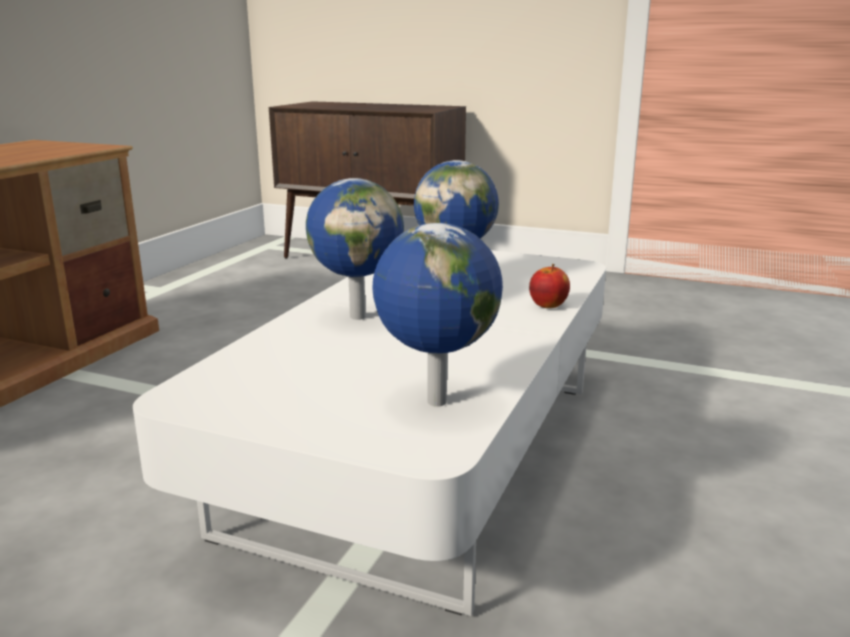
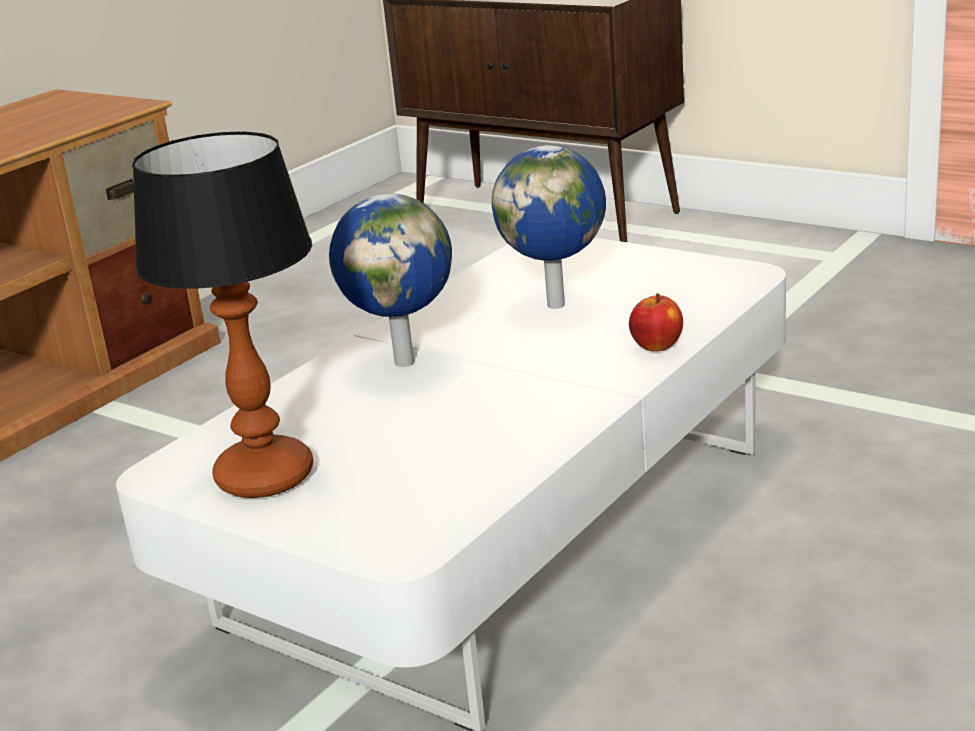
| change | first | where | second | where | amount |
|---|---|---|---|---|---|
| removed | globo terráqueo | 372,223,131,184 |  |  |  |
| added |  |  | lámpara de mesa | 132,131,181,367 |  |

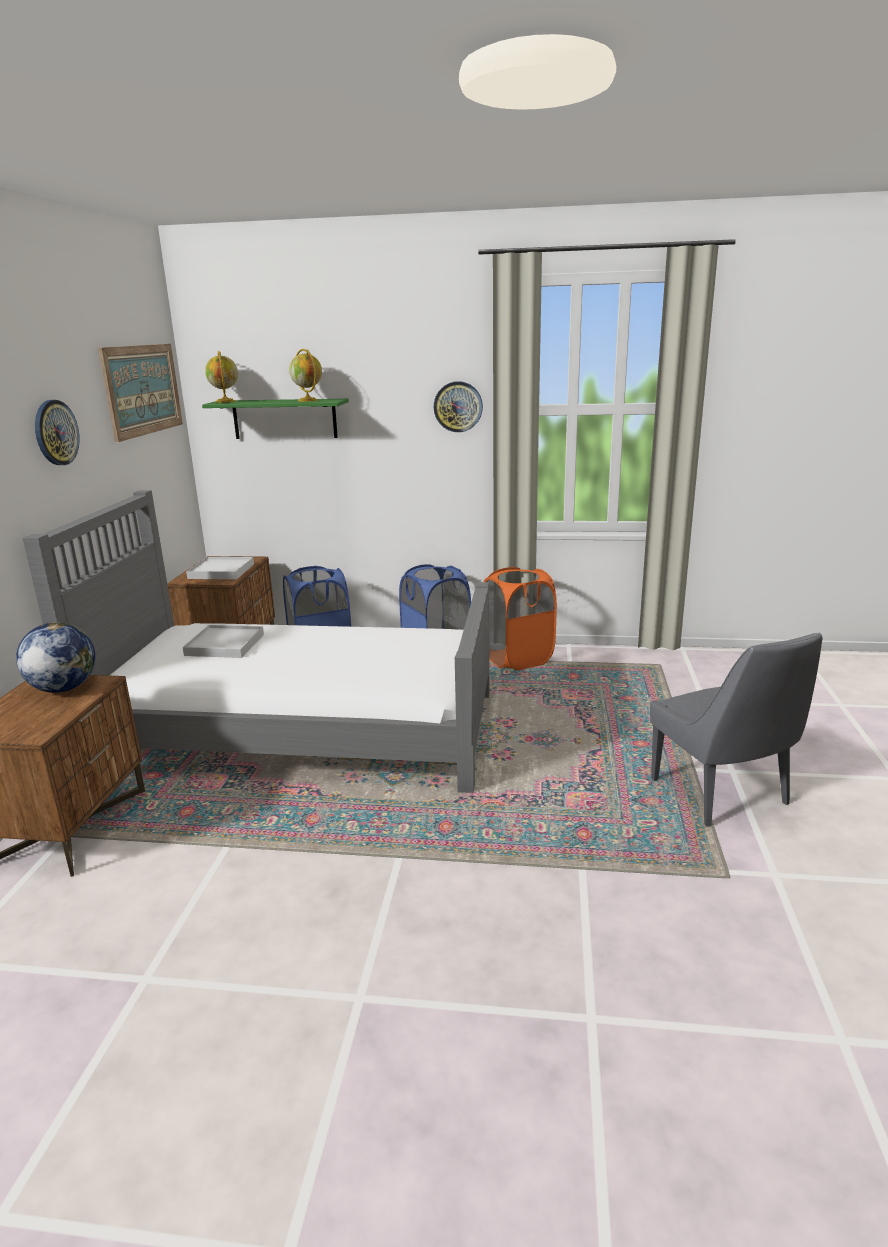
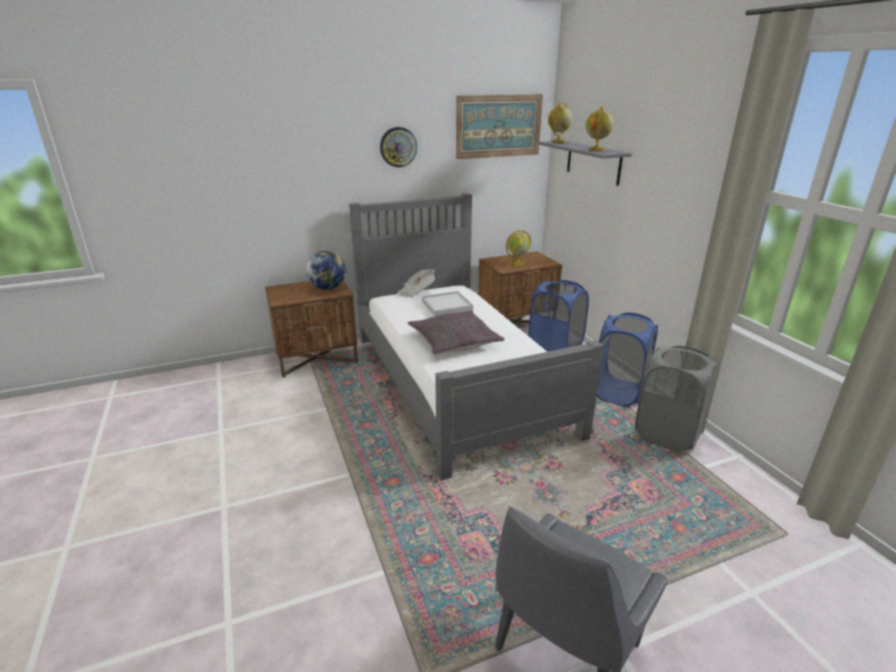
| change | first | where | second | where | amount |
|---|---|---|---|---|---|
| replaced | bandeja (blanco) | 186,557,68,22 | globo terráqueo | 506,230,25,35 |  |
| recoloured | estante (verde) | 202,399,147,40 | estante (gris) | 539,141,93,45 |  |
| removed | reloj de pared | 434,381,49,51 |  |  |  |
| recoloured | cesto de la ropa (naranja) | 484,567,73,103 | cesto de la ropa (gris) | 635,346,84,106 |  |
| added |  |  | periódico | 397,269,38,29 |  |
| added |  |  | cojín (gris) | 408,311,97,44 |  |

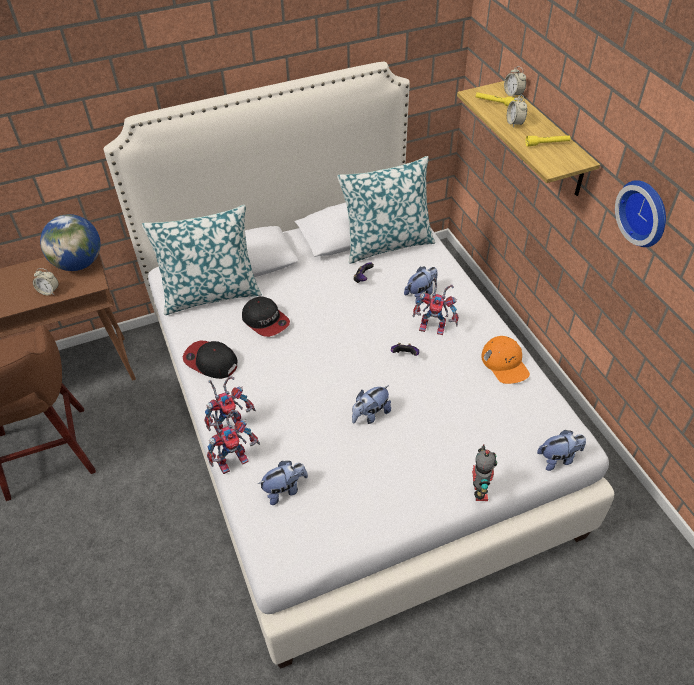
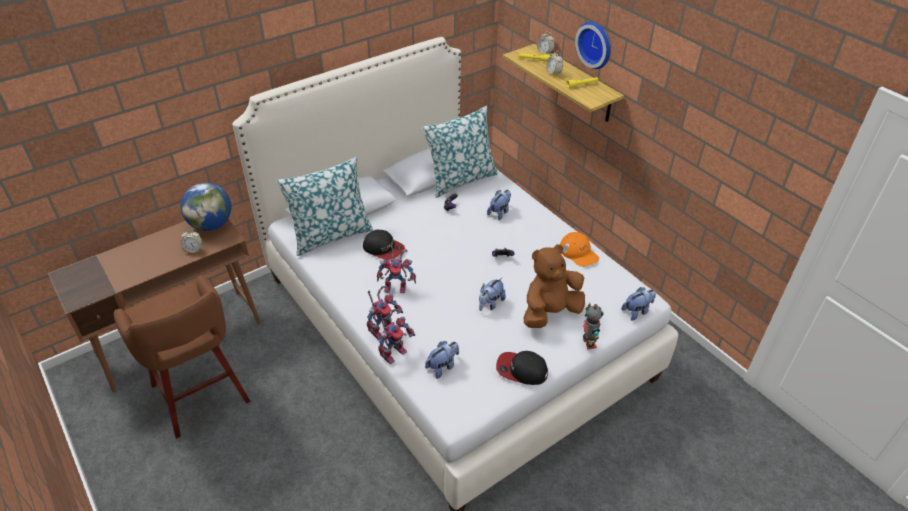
| change | first | where | second | where | amount |
|---|---|---|---|---|---|
| moved | gorra | 183,340,55,39 |  | 496,351,52,34 |  |
| moved | robot de juguete | 412,277,47,58 |  | 377,245,39,48 |  |
| moved | reloj de pared | 615,180,51,67 |  | 575,22,36,47 |  |
| added |  |  | peluche (marrón) | 524,244,61,84 |  |

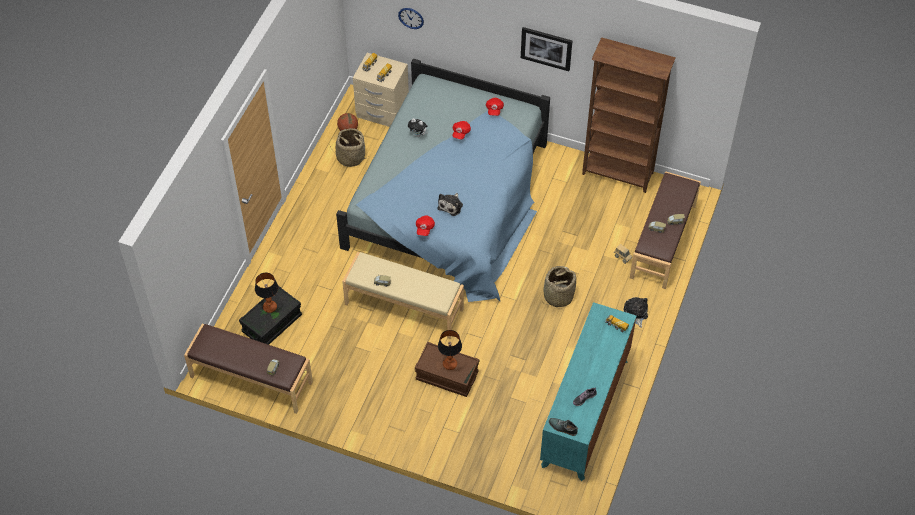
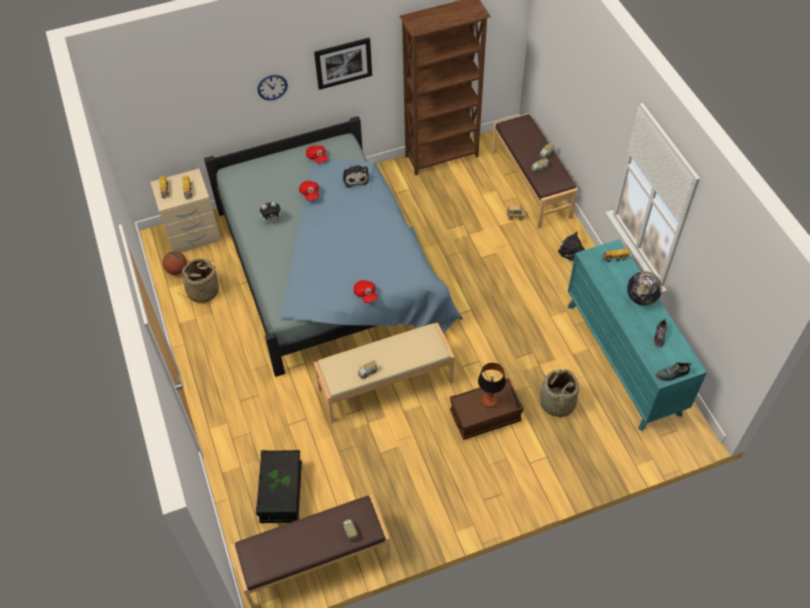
| change | first | where | second | where | amount |
|---|---|---|---|---|---|
| removed | lámpara de mesa | 255,273,23,40 |  |  |  |
| moved | reloj de pared | 398,8,26,21 |  | 258,75,30,26 |  |
| moved | peluche | 437,193,26,23 |  | 343,165,26,23 |  |
| moved | cesta | 542,266,34,41 |  | 540,369,39,51 |  |
| added |  |  | globo terráqueo | 627,271,35,34 |  |

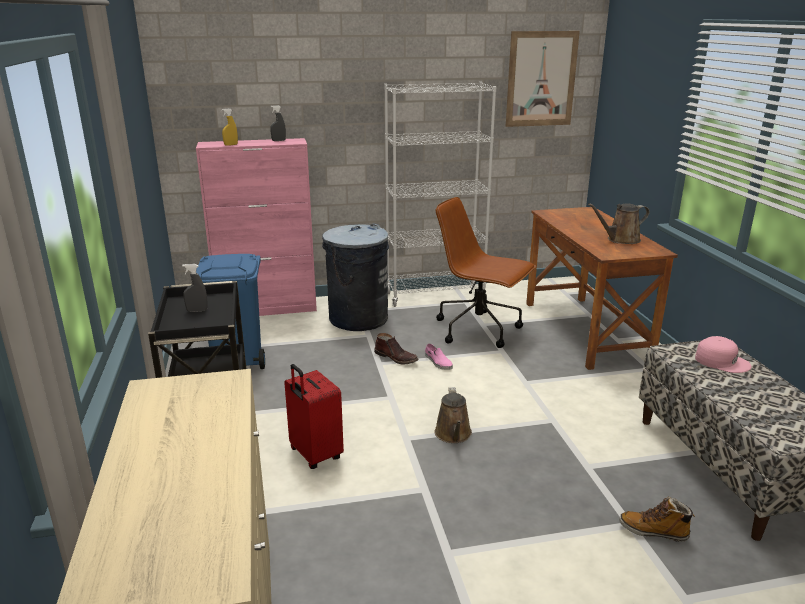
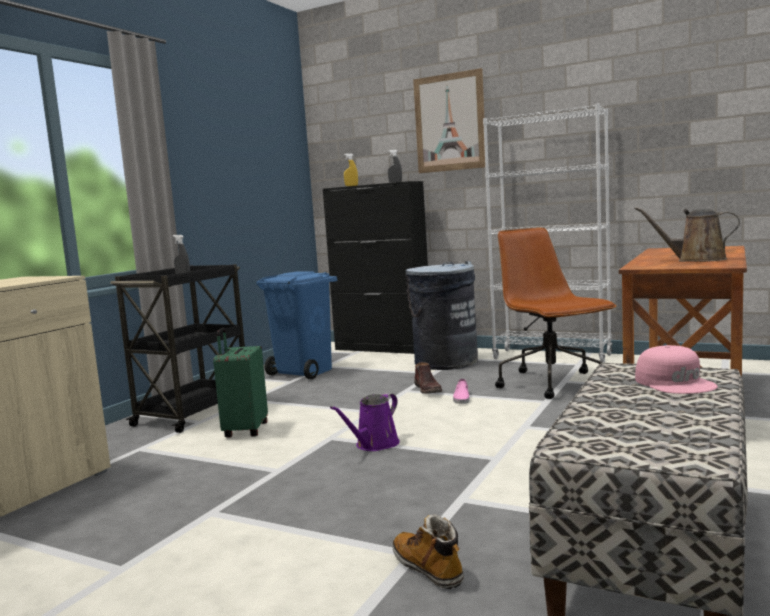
| change | first | where | second | where | amount |
|---|---|---|---|---|---|
| recoloured | armario (rosa) | 196,138,121,178 | armario (negro) | 323,181,105,173 |  |
| recoloured | maleta (rojo) | 284,364,60,105 | maleta (verde) | 213,328,55,110 |  |
| recoloured | regadera (marrón) | 435,387,37,56 | regadera (morado) | 330,393,70,58 |  |
| moved | cuadro | 506,31,74,96 |  | 413,68,72,105 |  |

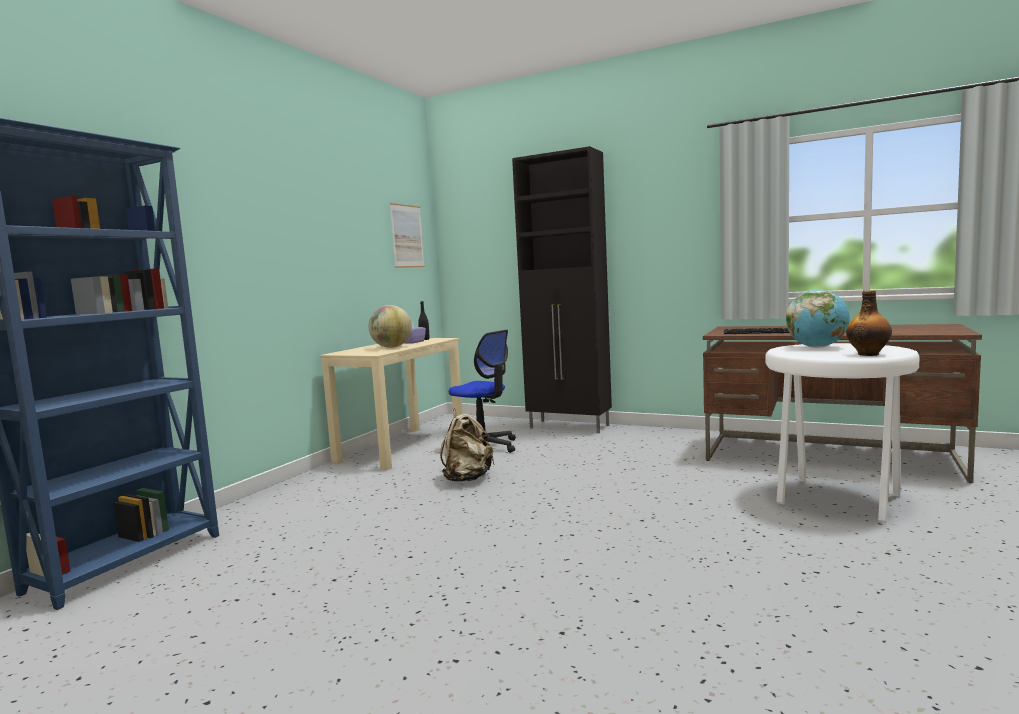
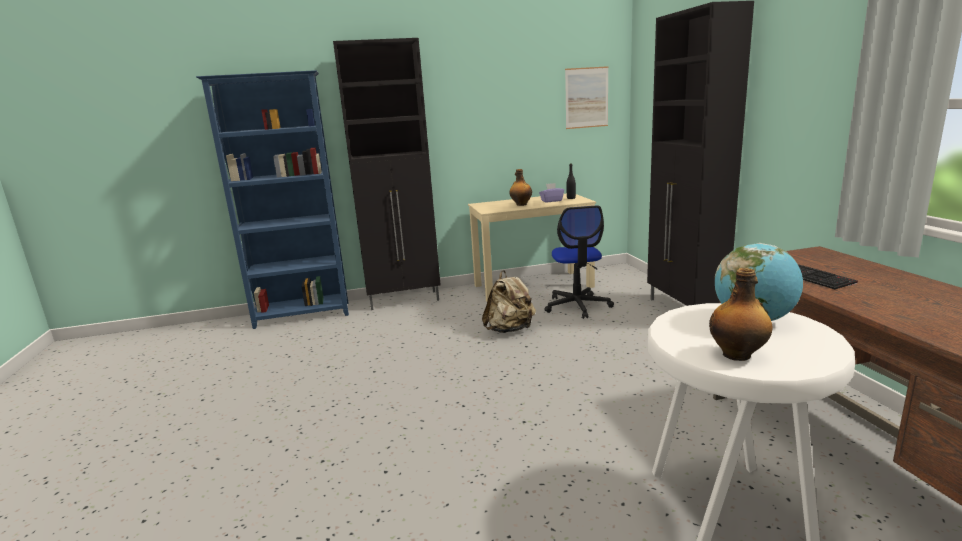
| change | first | where | second | where | amount |
|---|---|---|---|---|---|
| replaced | globo terráqueo | 369,305,43,43 | botella | 510,169,22,37 |  |
| added |  |  | armario (negro) | 333,38,108,272 |  |

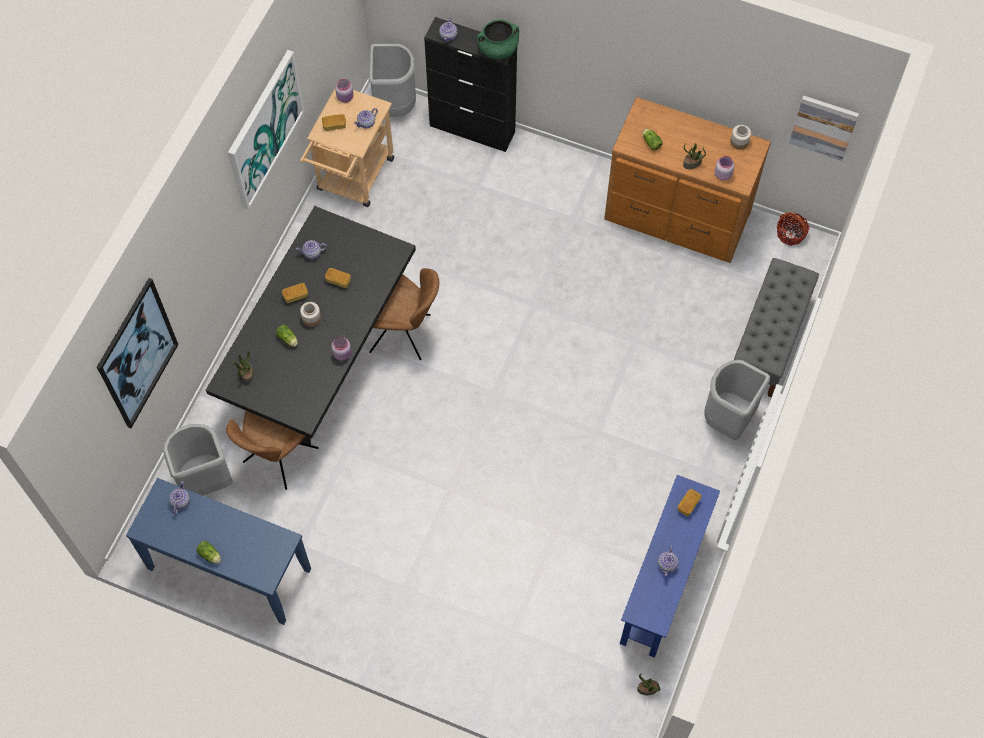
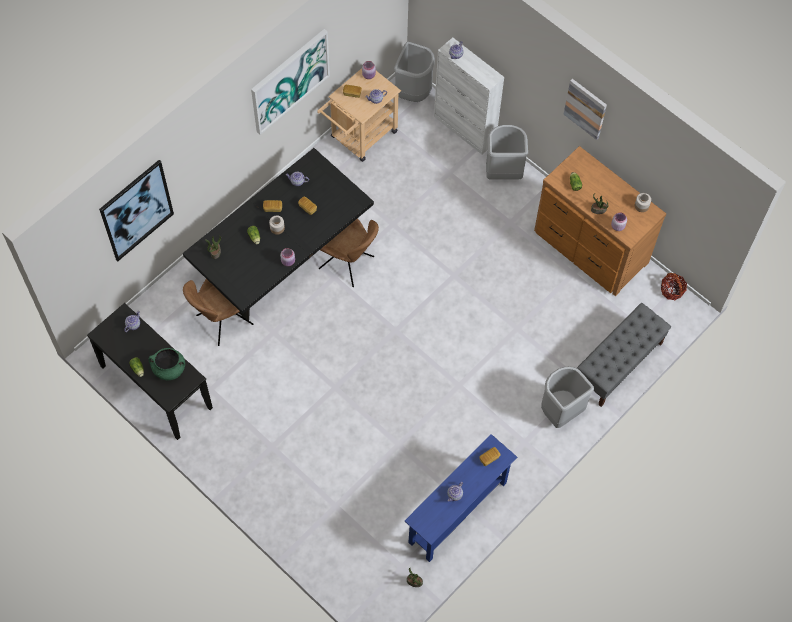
| change | first | where | second | where | amount |
|---|---|---|---|---|---|
| recoloured | mesa consola (azul) | 126,478,185,147 | mesa consola (negro) | 87,303,126,137 |  |
| moved | papelera (gris) | 163,424,70,72 |  | 486,125,42,55 |  |
| recoloured | armario (negro) | 424,17,93,135 | armario (blanco) | 434,37,70,117 |  |
| moved | olla (verde) | 476,20,43,39 |  | 148,348,37,32 |  |
| moved | cuadro | 789,96,70,65 |  | 564,79,43,61 |  |

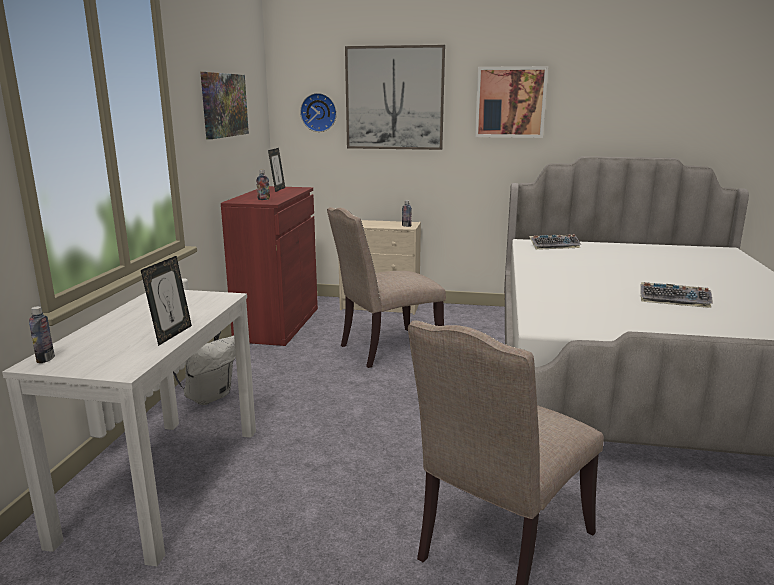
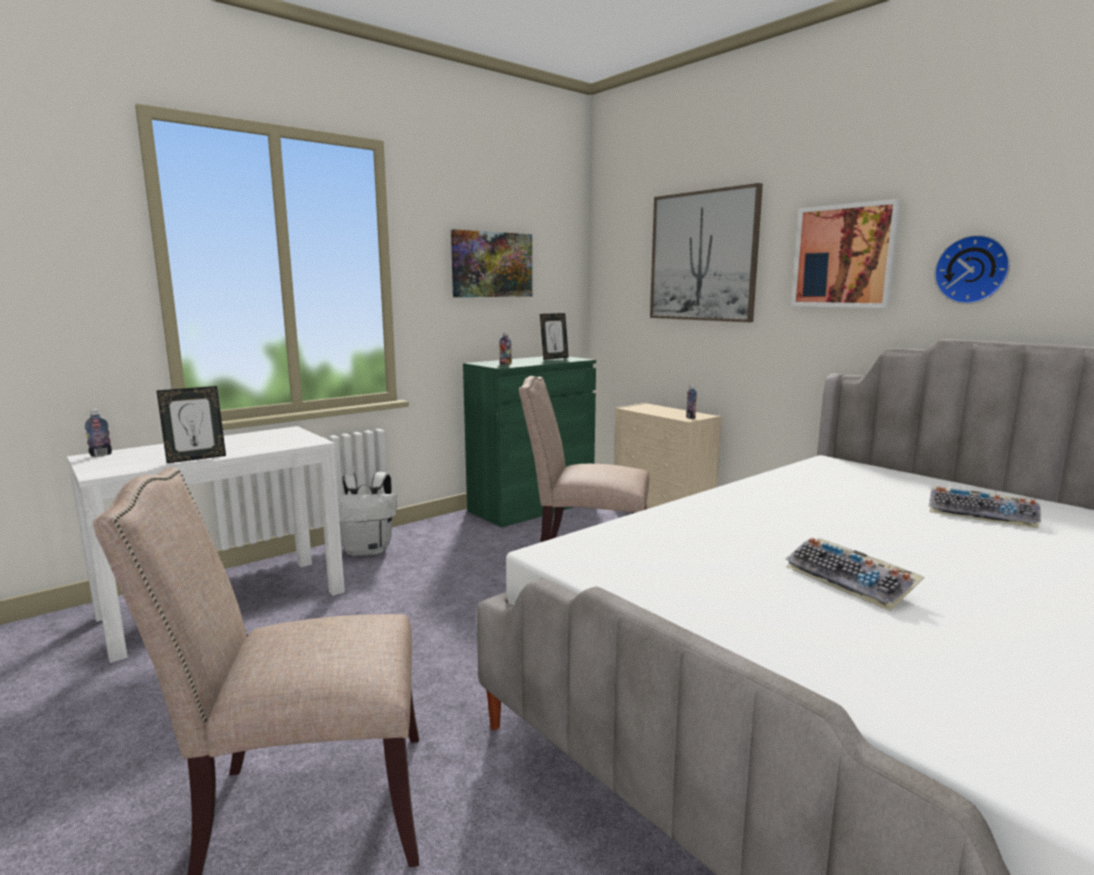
| change | first | where | second | where | amount |
|---|---|---|---|---|---|
| recoloured | armario (rojo) | 221,186,97,160 | armario (verde) | 463,356,133,171 |  |
| moved | reloj de pared | 300,93,37,39 |  | 934,235,76,69 |  |
| moved | teclado | 529,234,53,16 |  | 929,486,112,43 |  |

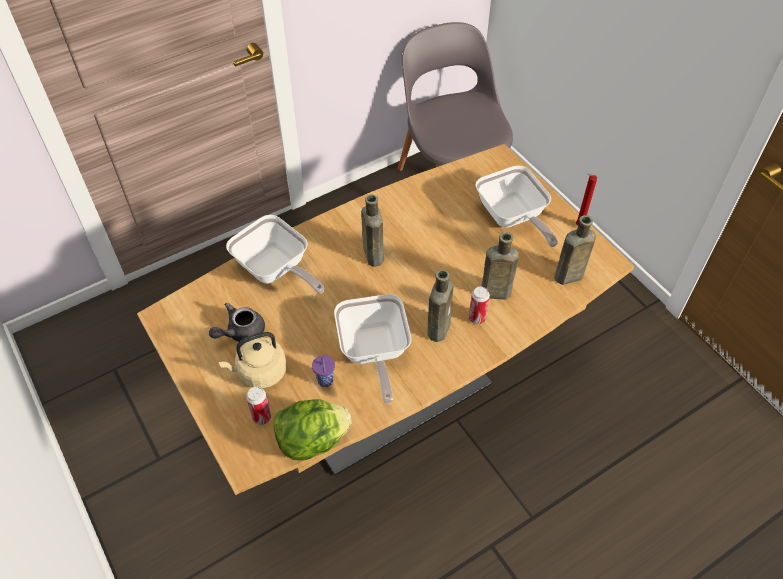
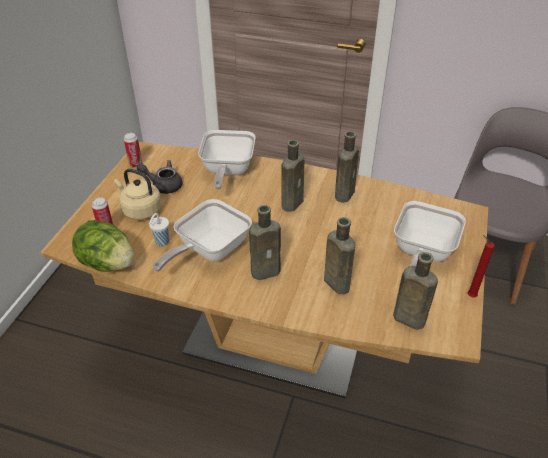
| change | first | where | second | where | amount |
|---|---|---|---|---|---|
| recoloured | taza (morado) | 312,355,23,32 | taza (blanco) | 149,213,20,33 |  |
| moved | lata | 469,286,21,38 |  | 124,133,18,34 |  |
| added |  |  | botella (marrón) | 335,131,24,72 |  |

